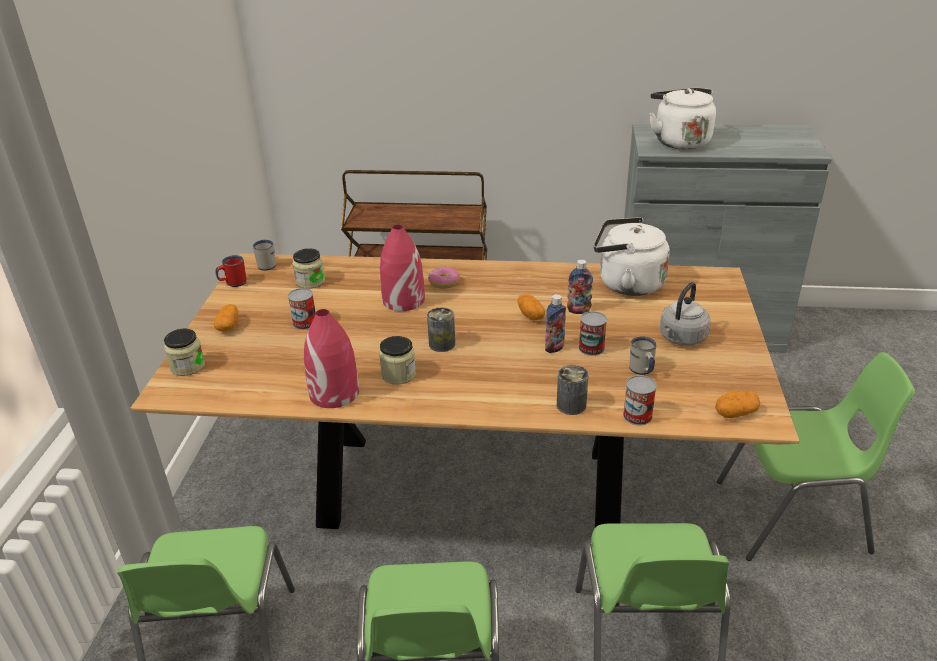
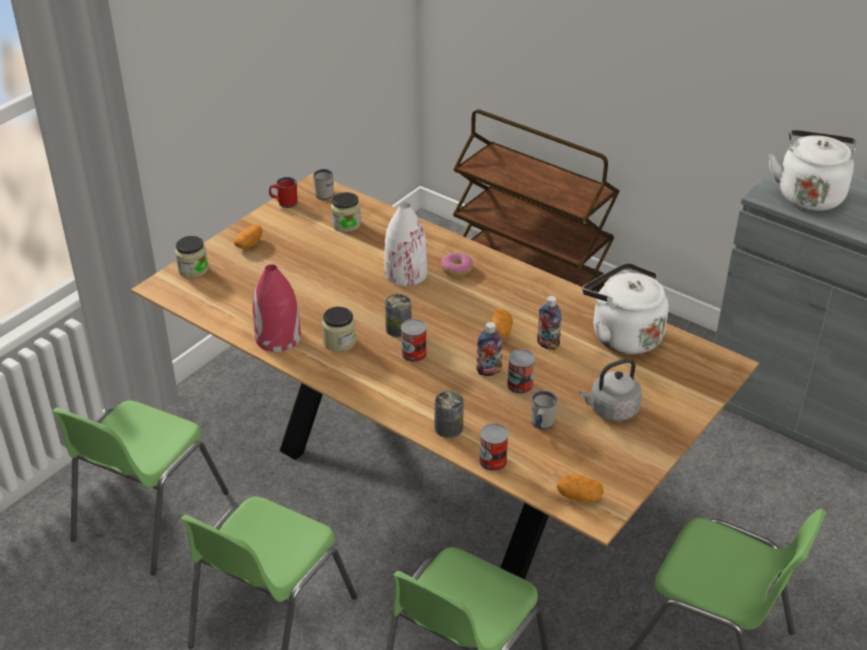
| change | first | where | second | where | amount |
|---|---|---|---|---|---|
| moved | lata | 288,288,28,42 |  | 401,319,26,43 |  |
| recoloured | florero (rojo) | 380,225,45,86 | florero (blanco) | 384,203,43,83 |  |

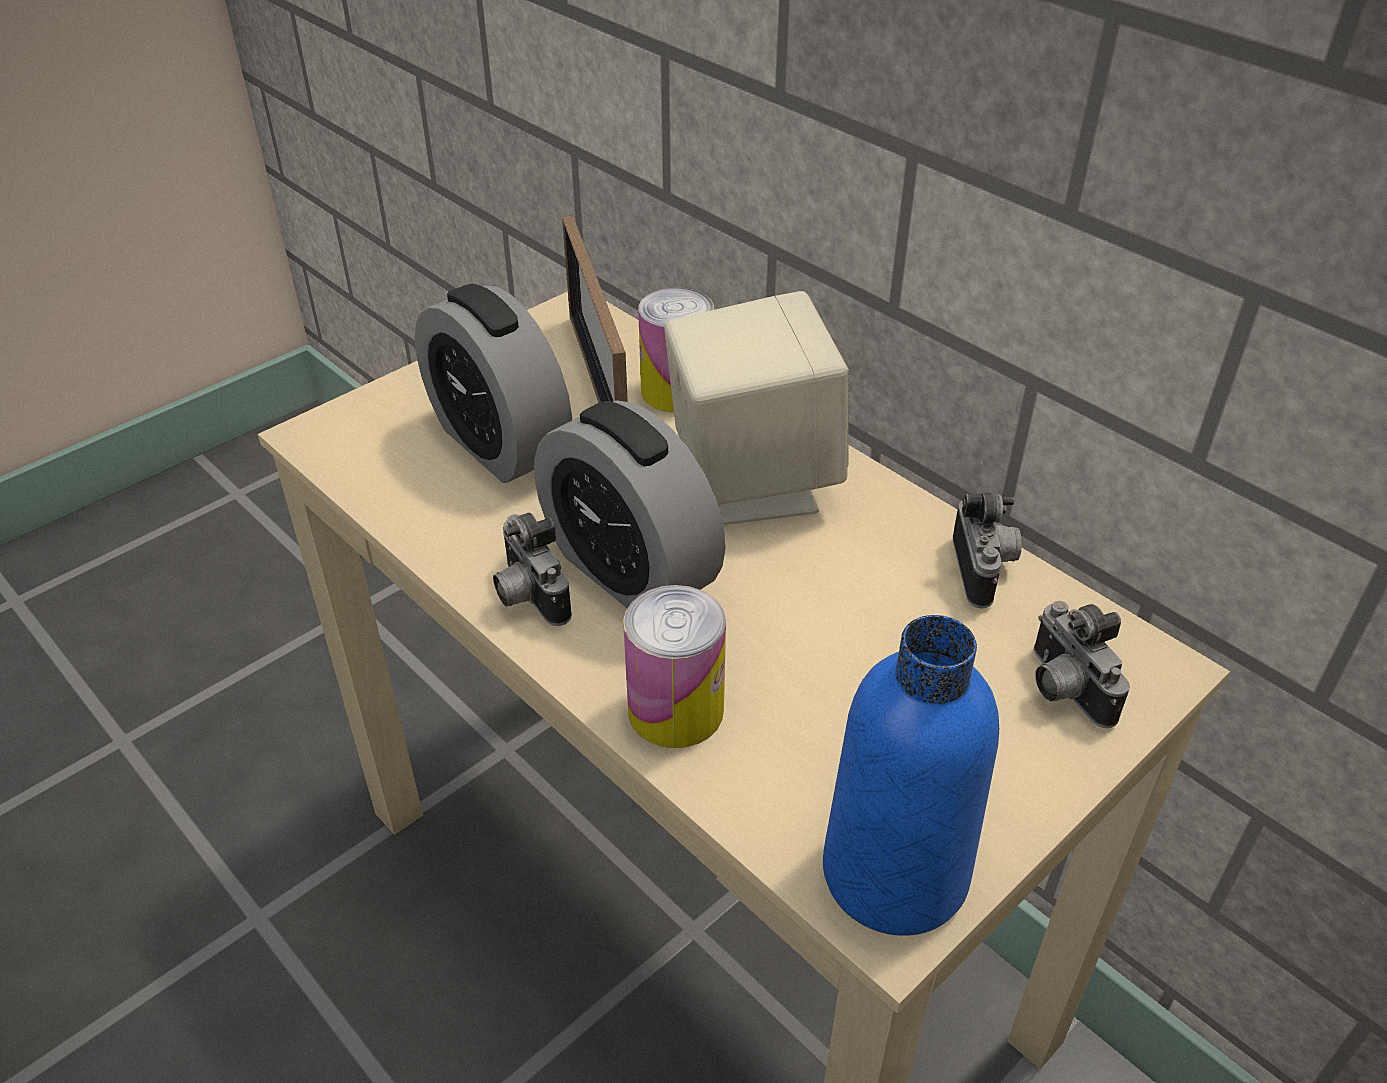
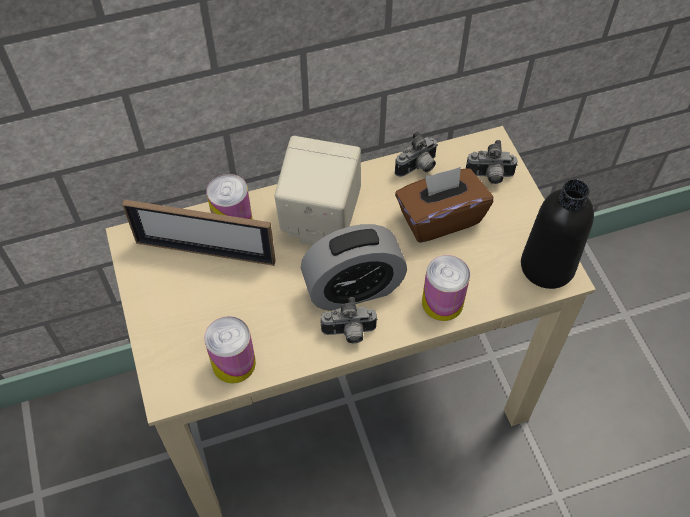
| change | first | where | second | where | amount |
|---|---|---|---|---|---|
| removed | despertador | 415,284,157,199 |  |  |  |
| recoloured | botella (azul) | 823,615,176,321 | botella (negro) | 521,179,73,110 |  |
| turned | cámara | 953,493,69,116 |  | 395,131,43,46 | 120 degrees clockwise |
| added |  |  | lata | 204,316,52,67 |  |
| added |  |  | caja de pañuelos (marrón) | 395,167,98,76 |  |

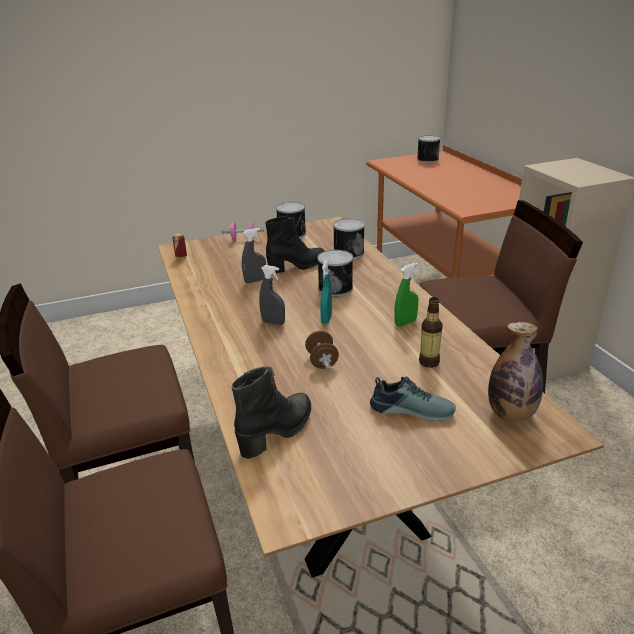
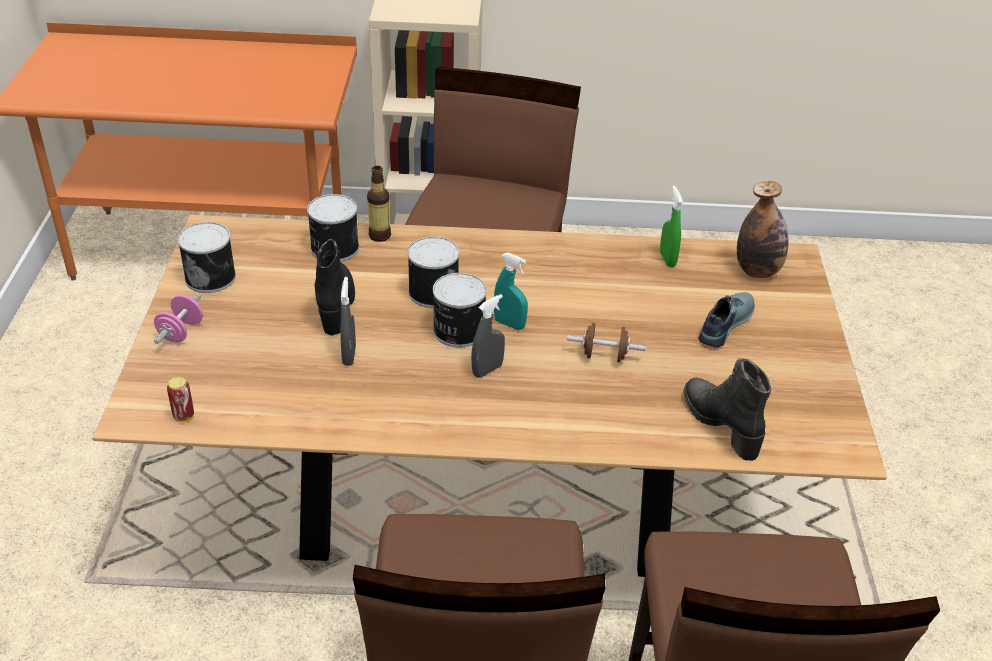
| change | first | where | second | where | amount |
|---|---|---|---|---|---|
| moved | pulverizador (verde) | 394,263,24,64 |  | 660,186,23,81 |  |
| moved | lata | 417,135,24,28 |  | 433,273,54,74 |  |
| moved | botella | 419,297,23,71 |  | 367,166,24,76 |  |

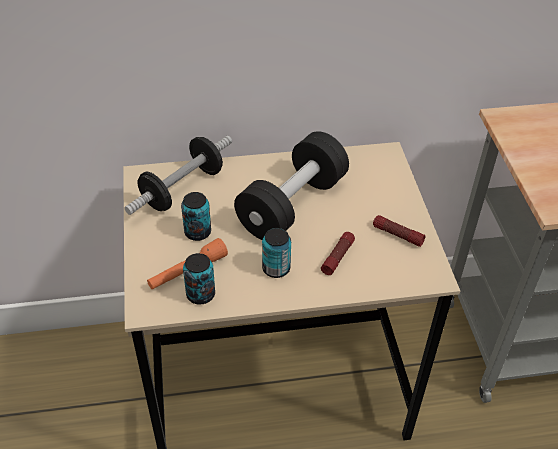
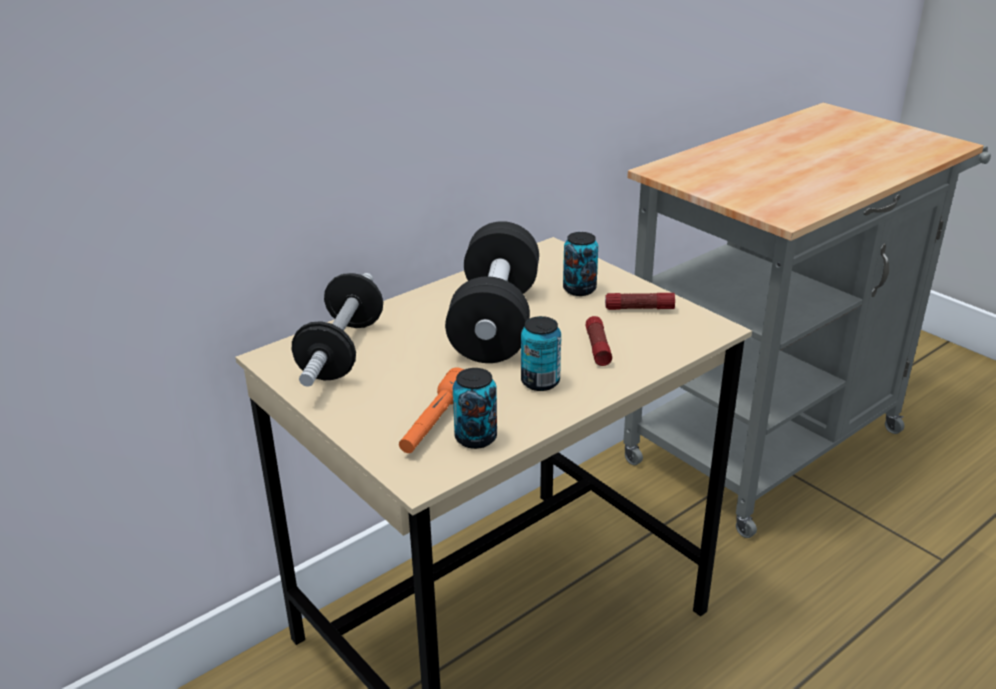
| change | first | where | second | where | amount |
|---|---|---|---|---|---|
| moved | lata | 181,192,30,49 |  | 563,232,35,64 |  |

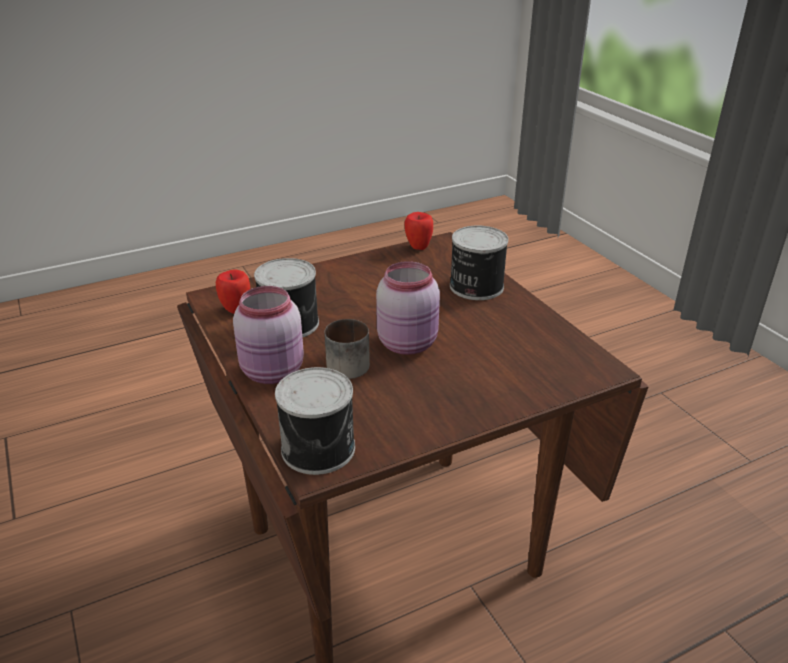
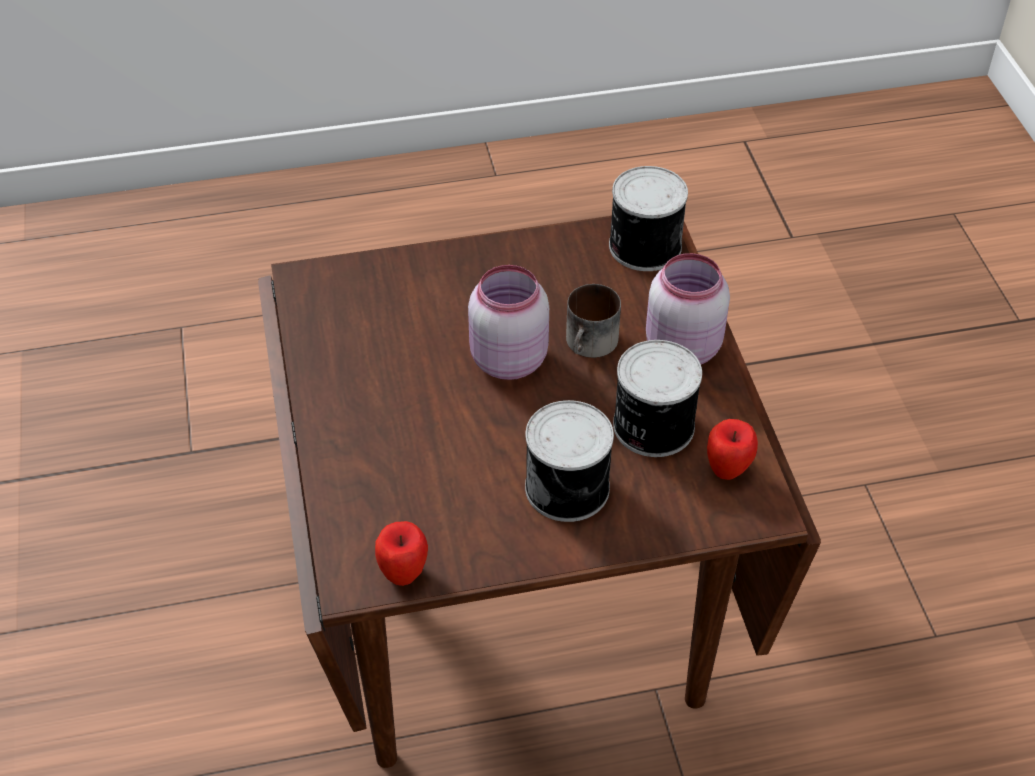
| change | first | where | second | where | amount |
|---|---|---|---|---|---|
| moved | lata | 450,226,58,74 |  | 525,400,89,122 |  |

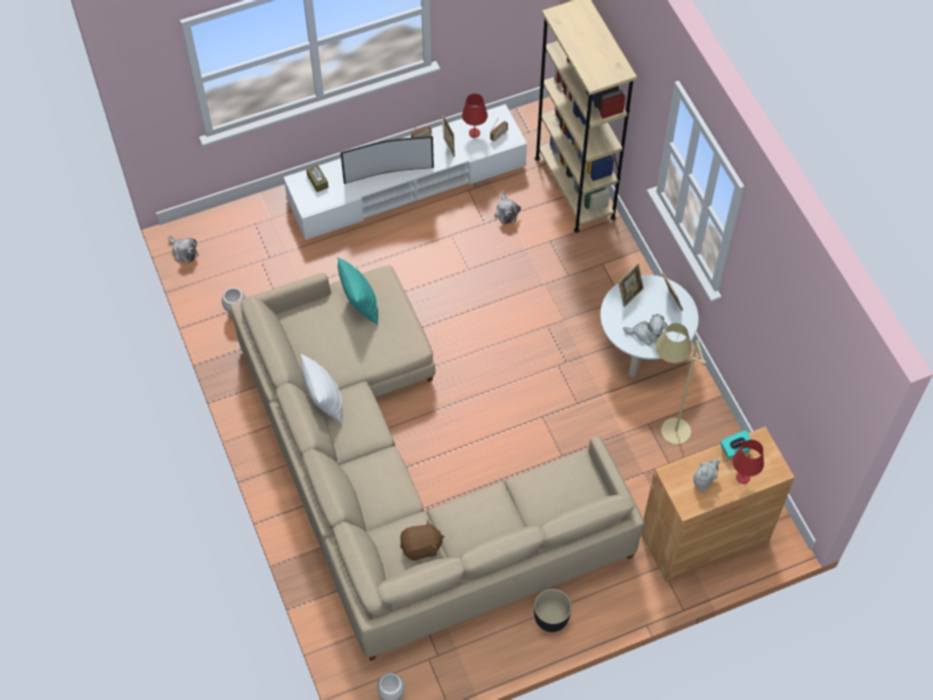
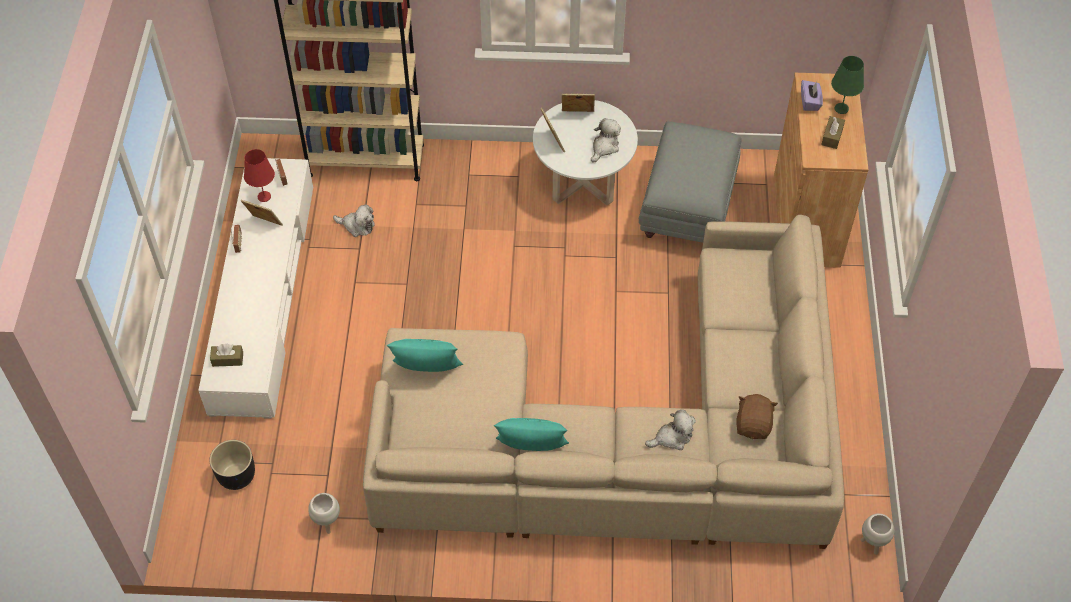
| change | first | where | second | where | amount |
|---|---|---|---|---|---|
| moved | peluche | 168,236,31,27 |  | 645,410,51,40 |  |
| recoloured | cojín (blanco) | 301,354,42,69 | cojín (turquesa) | 494,418,75,33 |  |
| removed | televisor | 340,136,94,48 |  |  |  |
| moved | maceta (negro) | 534,589,38,43 |  | 210,440,45,50 |  |
| replaced | lámpara de pie (beis) | 655,323,51,121 | puf (gris) | 639,122,103,121 |  |
| replaced | tetera (gris) | 694,459,26,32 | caja de pañuelos (marrón) | 821,116,24,33 |  |
| recoloured | caja de pañuelos (turquesa) | 720,430,31,29 | caja de pañuelos (morado) | 801,80,22,31 |  |
| recoloured | lámpara de mesa (rojo) | 732,440,32,44 | lámpara de mesa (verde) | 831,56,33,58 |  |

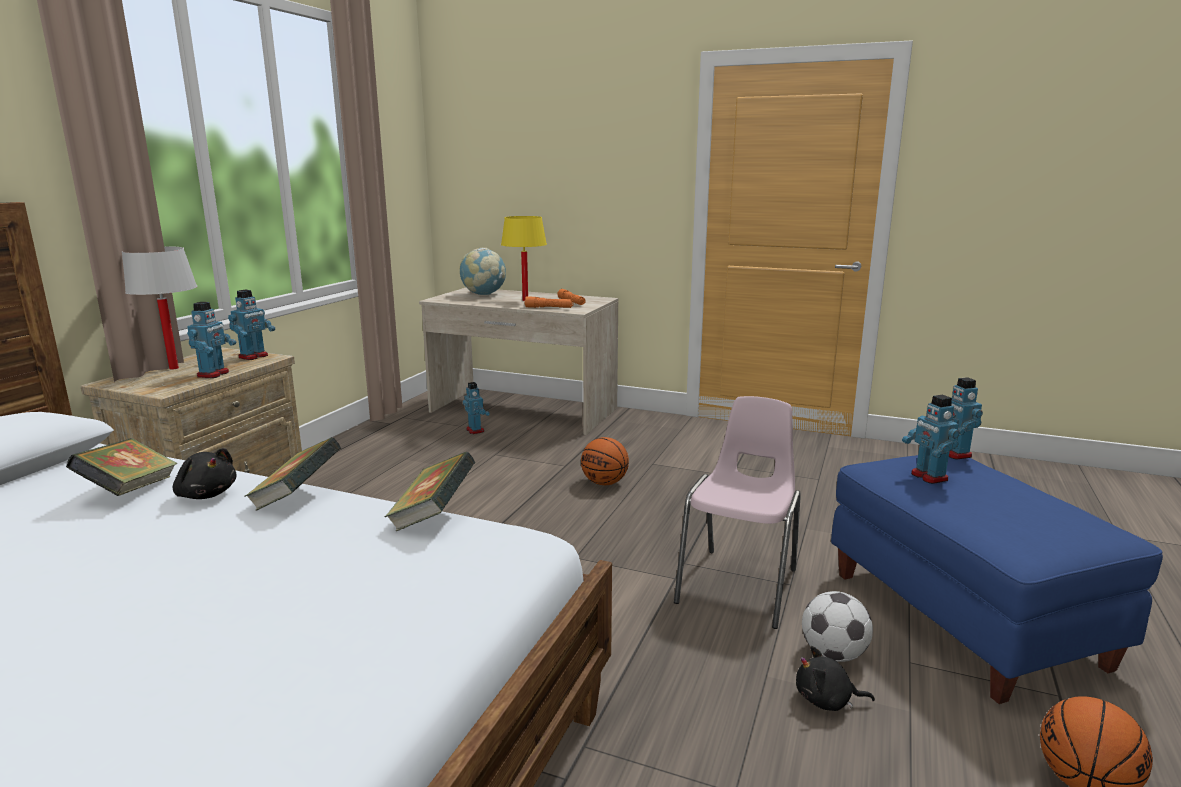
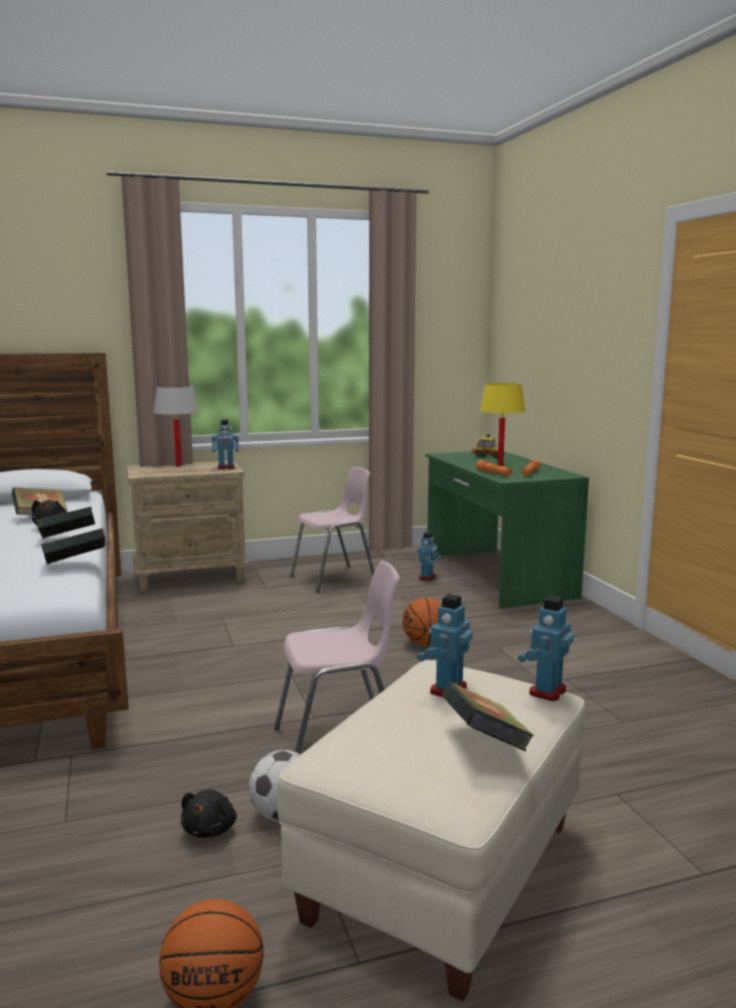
| change | first | where | second | where | amount |
|---|---|---|---|---|---|
| removed | robot de juguete | 187,302,49,76 |  |  |  |
| recoloured | escritorio (beis) | 419,287,199,148 | escritorio (verde) | 426,451,163,157 |  |
| replaced | globo terráqueo | 460,248,46,47 | coche de juguete | 471,434,34,24 |  |
| turned | peluche (negro) | 796,646,79,65 |  | 181,789,56,49 | 135 degrees counterclockwise |
| recoloured | puf (azul) | 831,455,332,249 | puf (beis) | 277,660,309,341 |  |
| added |  |  | silla (rosa) | 290,467,84,126 |  |
| added |  |  | libro | 442,682,92,69 |  |

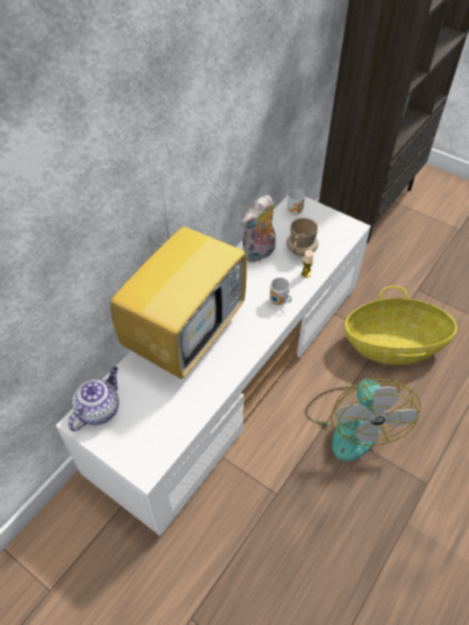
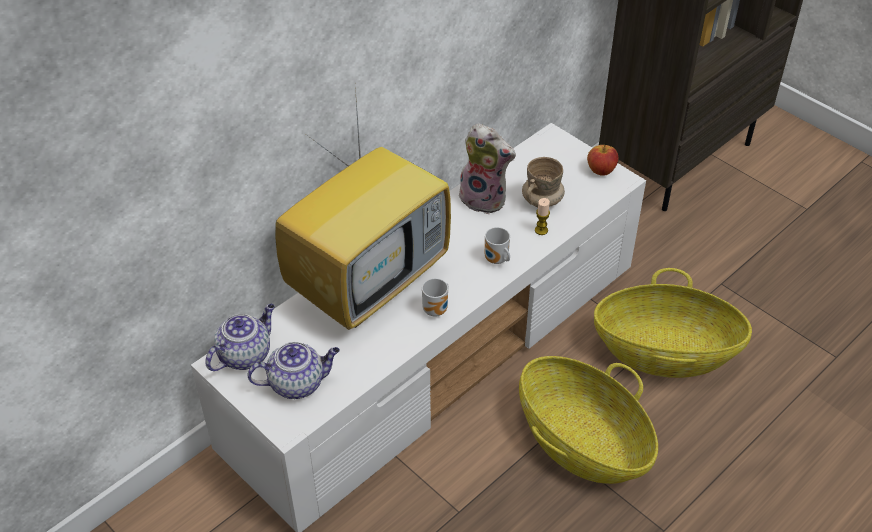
| change | first | where | second | where | amount |
|---|---|---|---|---|---|
| turned | peluche | 241,195,35,67 |  | 459,124,57,90 | 120 degrees counterclockwise |
| moved | taza grande | 287,189,18,26 |  | 422,278,27,39 |  |
| replaced | ventilador | 305,379,116,82 | cesta | 519,356,139,128 |  |
| added |  |  | tetera | 247,342,93,57 |  |
| added |  |  | manzana | 587,145,31,30 |  |

